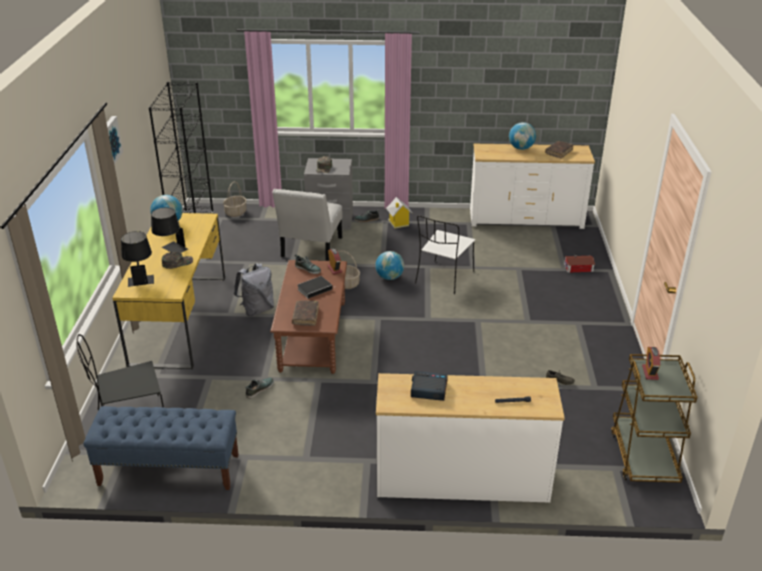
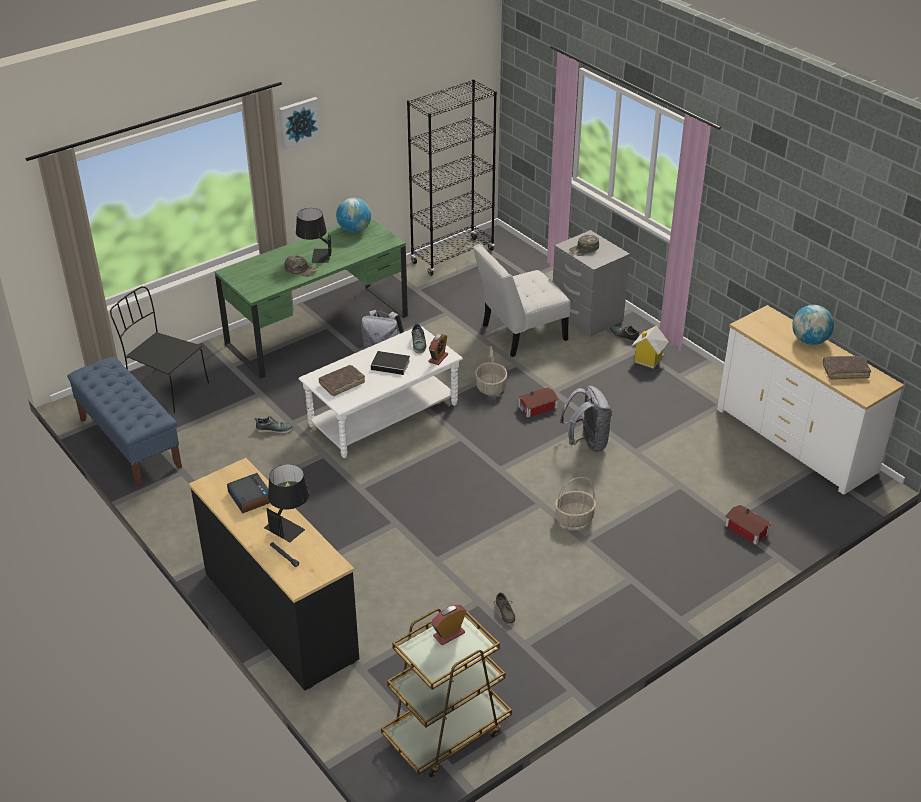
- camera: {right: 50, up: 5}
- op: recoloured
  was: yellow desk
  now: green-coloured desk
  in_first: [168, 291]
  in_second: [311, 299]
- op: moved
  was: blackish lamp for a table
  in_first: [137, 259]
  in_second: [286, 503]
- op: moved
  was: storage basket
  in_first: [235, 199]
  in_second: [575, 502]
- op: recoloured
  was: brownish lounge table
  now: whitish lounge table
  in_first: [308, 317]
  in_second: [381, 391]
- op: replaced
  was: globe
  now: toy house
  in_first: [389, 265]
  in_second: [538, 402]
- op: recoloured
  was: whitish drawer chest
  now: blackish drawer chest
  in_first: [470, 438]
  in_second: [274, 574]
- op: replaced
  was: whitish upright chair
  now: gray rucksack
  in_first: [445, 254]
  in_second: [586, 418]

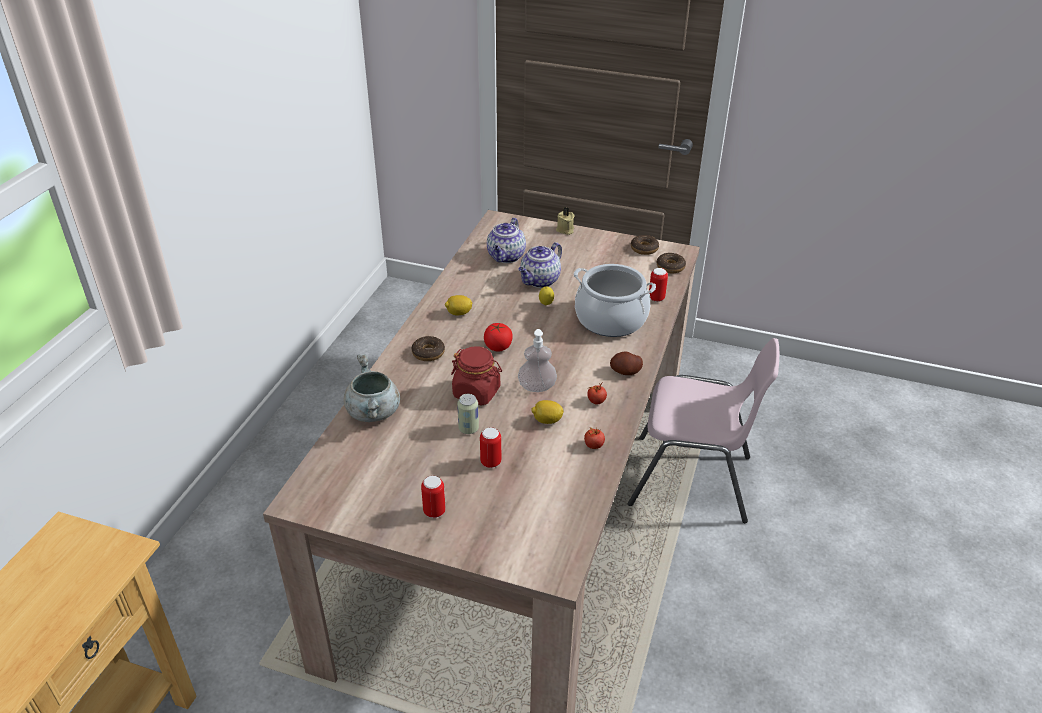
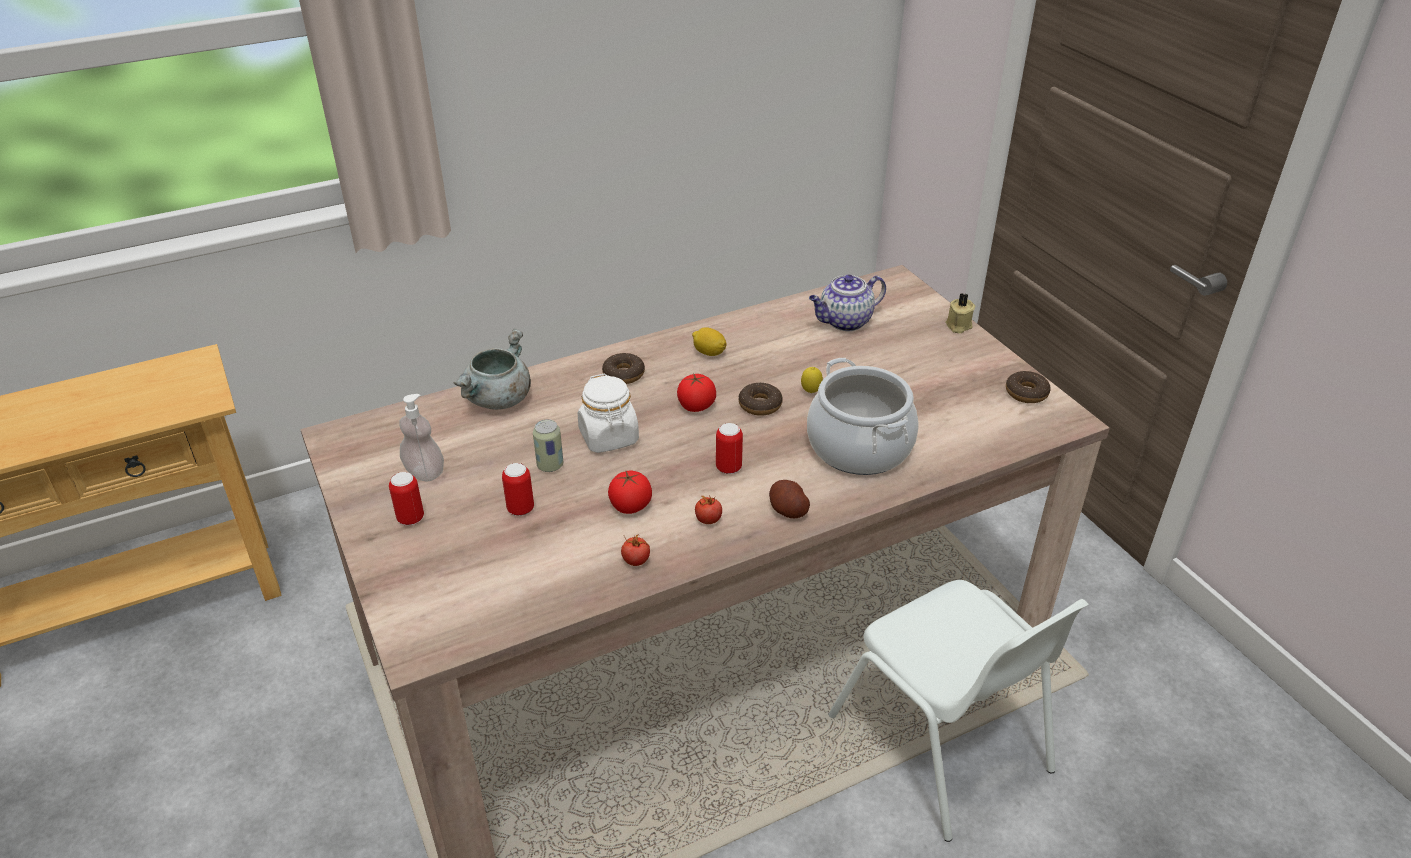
- camera: {right: 45, up: 0}
- op: recoloured
  was: red-coloured jar
  now: whitish jar
  in_first: [476, 376]
  in_second: [608, 413]
- op: removed
  was: teapot
  in_first: [540, 265]
- op: moved
  was: soap bottle
  in_first: [537, 360]
  in_second: [421, 437]
- op: replaced
  was: whole lemon
  now: whole tomato
  in_first: [547, 412]
  in_second: [630, 492]
- op: recoloured
  was: pink-coloured upright chair
  now: whitish upright chair
  in_first: [703, 430]
  in_second: [958, 711]
- op: moved
  was: sealed can
  in_first: [658, 285]
  in_second: [729, 448]
- op: moved
  was: ring doughnut
  in_first: [671, 263]
  in_second: [761, 399]

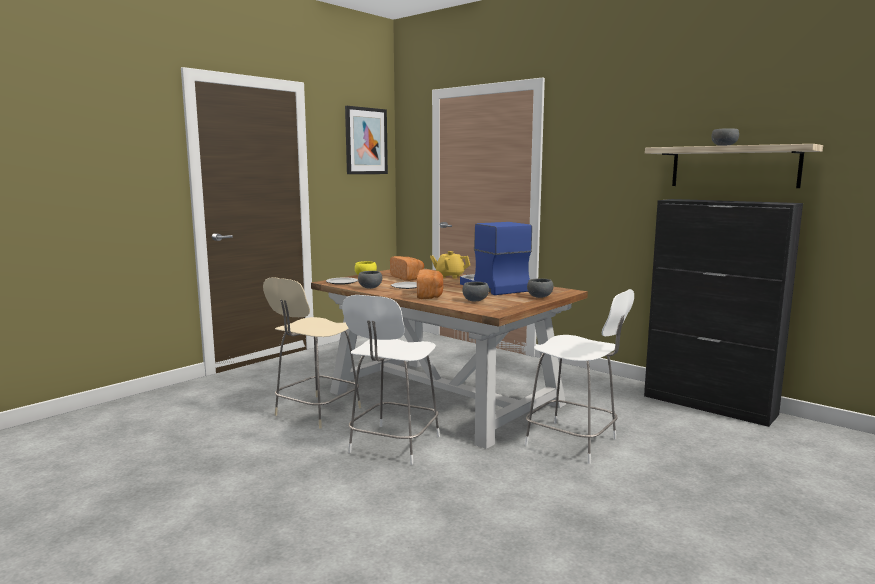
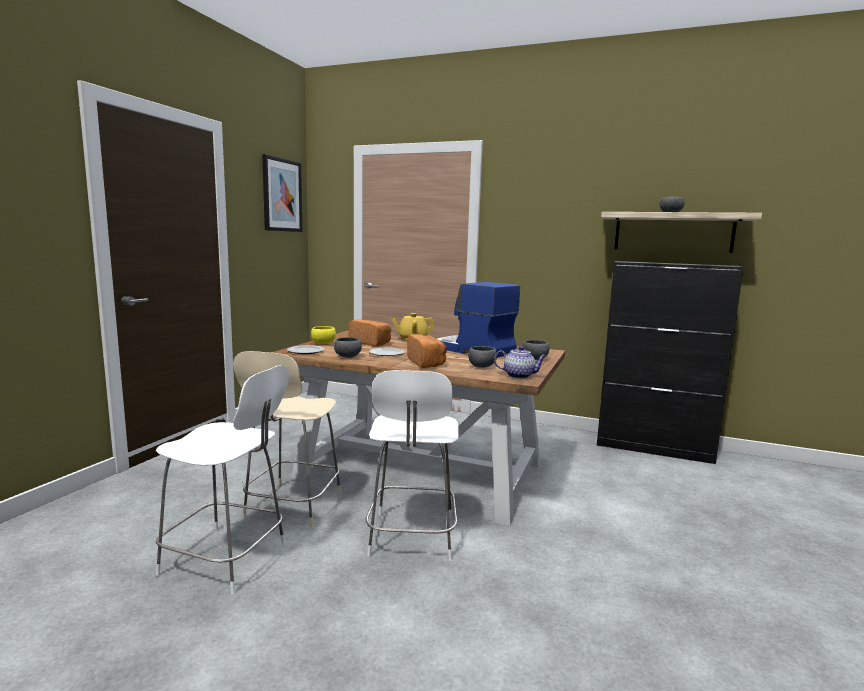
- camera: {right: -20, up: 0}
- op: moved
  was: whitish upright chair
  in_first: [579, 376]
  in_second: [222, 480]
- op: added
  now: teapot
  in_second: [520, 362]

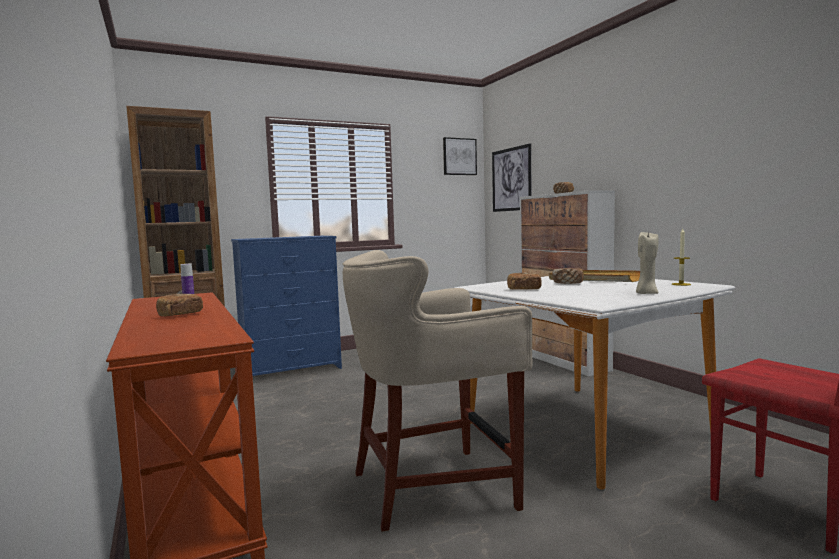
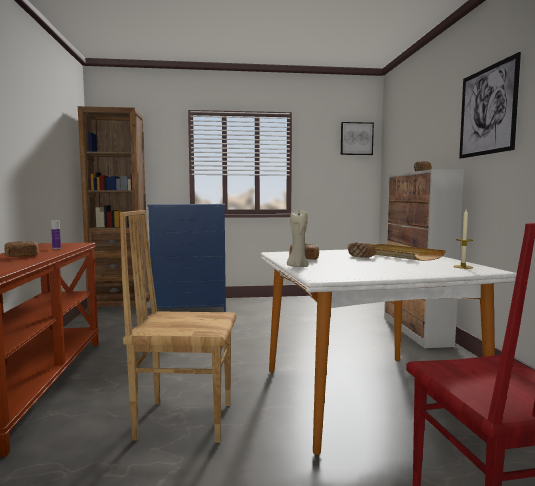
- camera: {right: 20, up: 0}
- op: replaced
  was: beige stool
  now: brownish upright chair
  in_first: [437, 391]
  in_second: [178, 326]
- op: moved
  was: wall picture
  in_first: [512, 177]
  in_second: [490, 105]
- op: moved
  was: beige wax candle
  in_first: [647, 262]
  in_second: [298, 238]

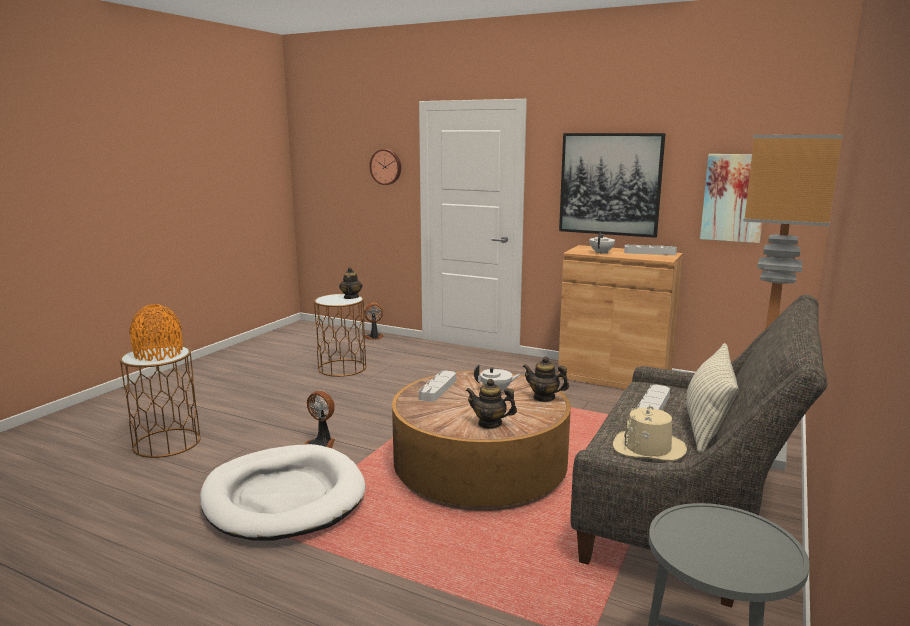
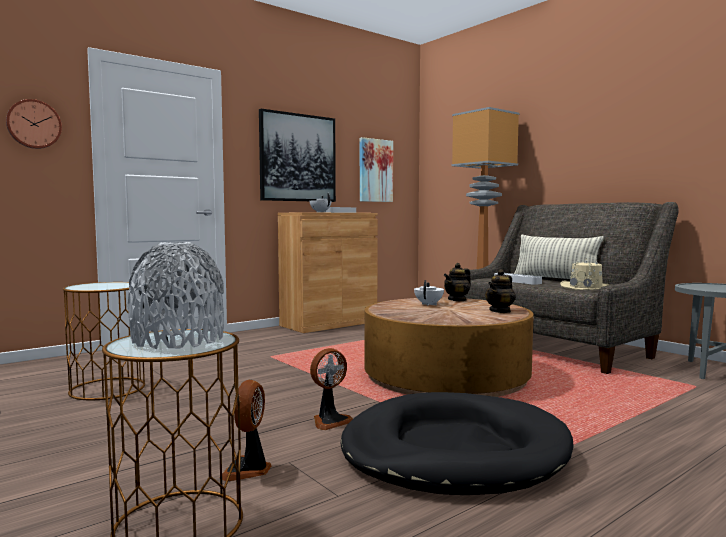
- camera: {right: -65, up: -10}
- op: recoloured
  was: orange flower vase
  now: gray flower vase
  in_first: [156, 332]
  in_second: [176, 295]
- op: recoloured
  was: whitish dog bed
  now: blackish dog bed
  in_first: [282, 492]
  in_second: [457, 443]
- op: removed
  was: teapot
  in_first: [351, 283]
- op: moved
  was: cooling fan
  in_first: [373, 321]
  in_second: [245, 430]
- op: removed
  was: gray tray
  in_first: [437, 386]

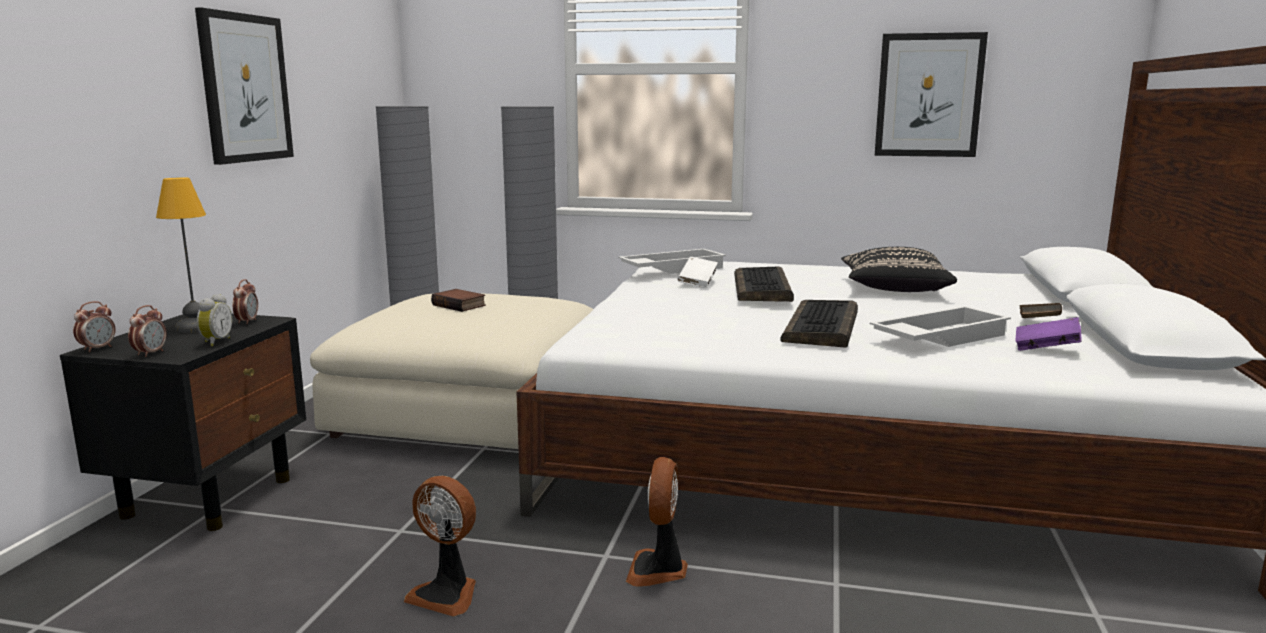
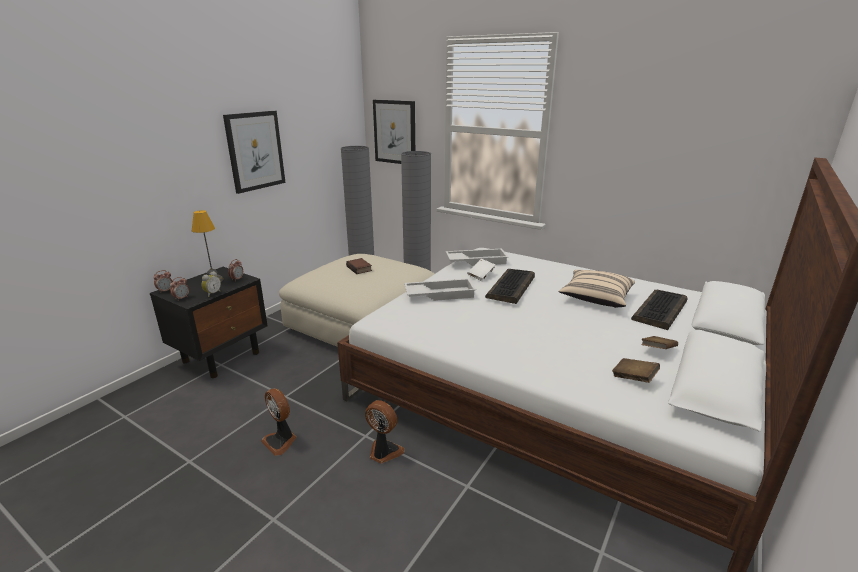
- camera: {right: 20, up: 10}
- op: turned
  was: cooling fan
  in_first: [657, 521]
  in_second: [385, 431]
  clockwise: 90
- op: moved
  was: PC keyboard
  in_first: [819, 324]
  in_second: [659, 310]
- op: recoloured
  was: blackish throw pillow
  now: beige throw pillow
  in_first: [899, 269]
  in_second: [597, 289]
- op: moved
  was: whitish tray
  in_first: [940, 326]
  in_second: [440, 289]
- op: moved
  was: wall picture
  in_first: [931, 94]
  in_second: [394, 132]
- op: recoloured
  was: purple-coloured book
  now: brownish book
  in_first: [1049, 334]
  in_second: [636, 370]

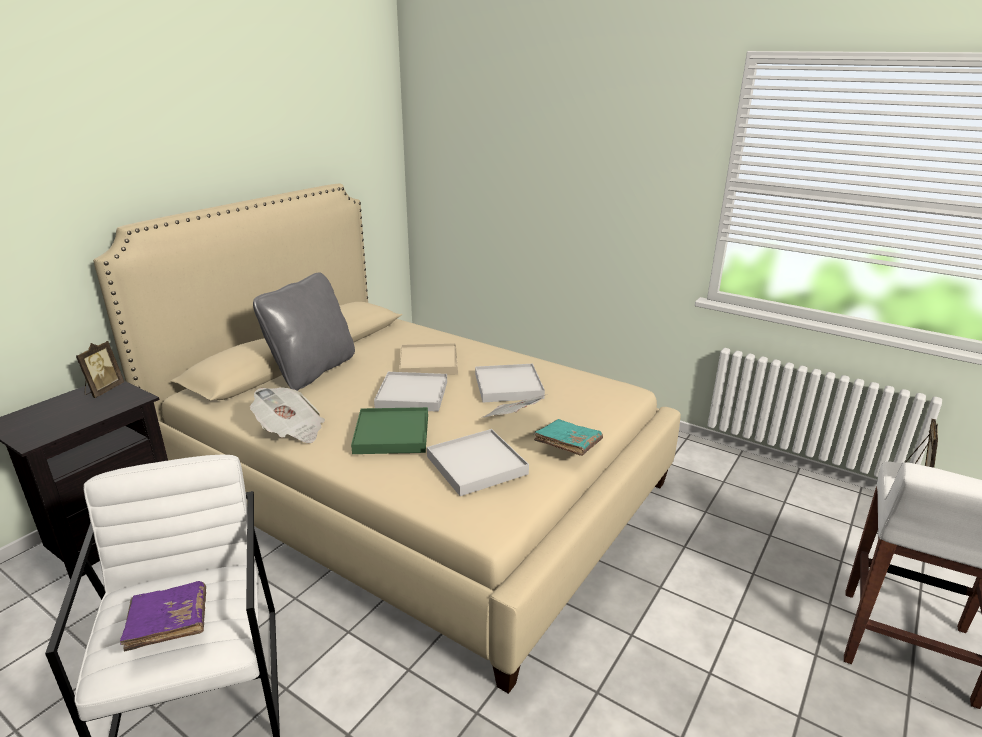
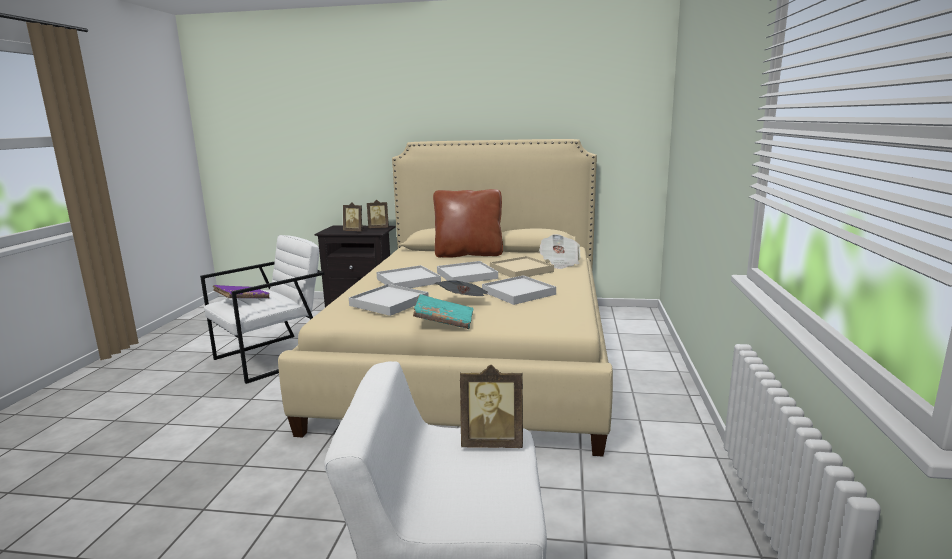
- camera: {right: 65, up: -10}
- op: moved
  was: daily paper
  in_first: [287, 415]
  in_second: [559, 251]
- op: recoloured
  was: gray throw pillow
  now: brownish throw pillow
  in_first: [304, 332]
  in_second: [468, 223]
- op: recoloured
  was: green-coloured tray
  now: whitish tray
  in_first: [389, 430]
  in_second: [408, 276]
- op: added
  now: photo frame
  in_second: [353, 216]

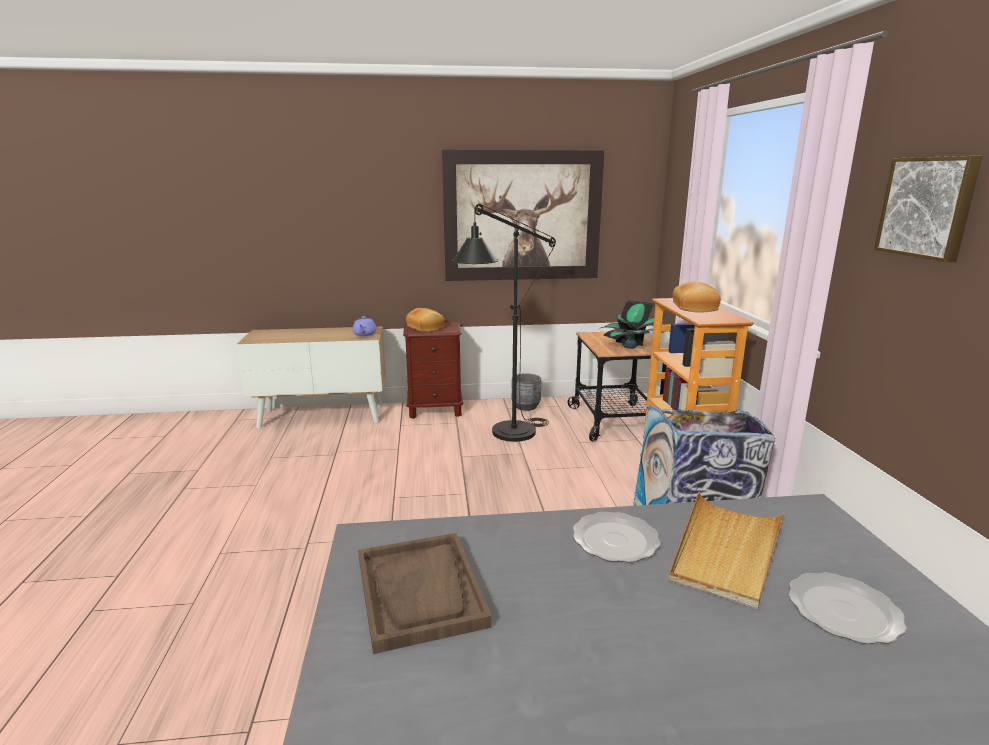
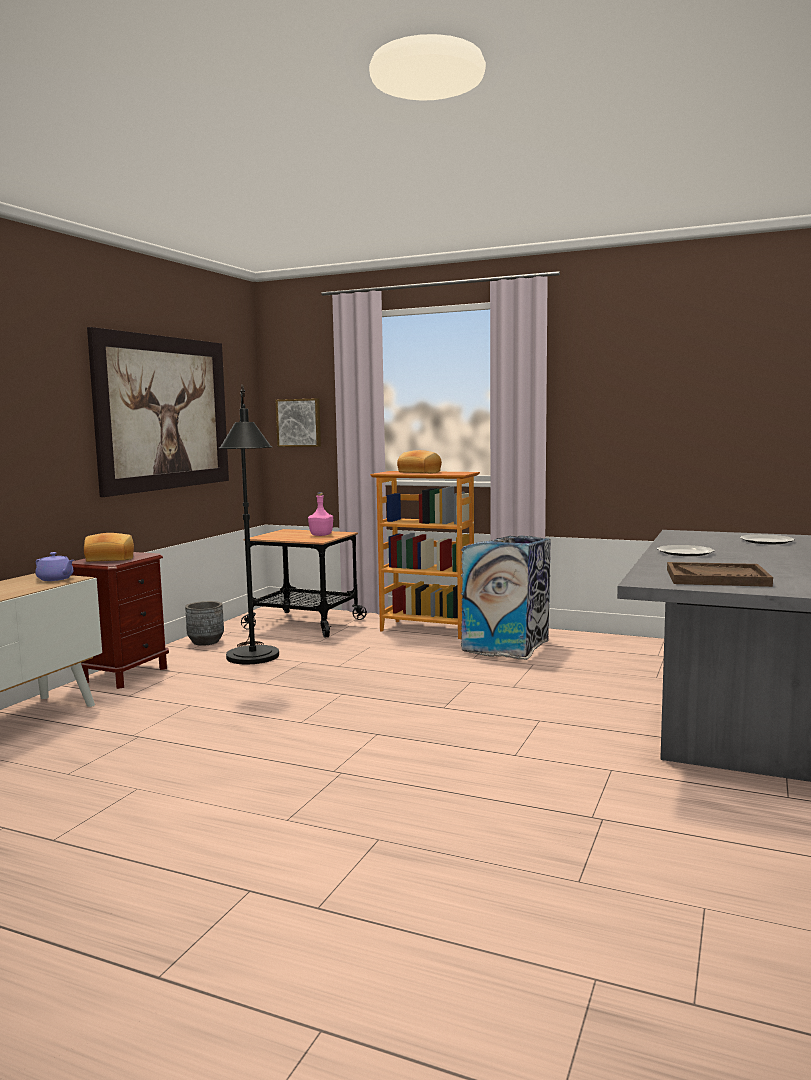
- camera: {right: -60, up: -10}
- op: replaced
  was: plant in a pot
  now: pink-coloured bottle
  in_first: [633, 324]
  in_second: [320, 514]
- op: removed
  was: beige tray
  in_first: [726, 551]
- op: moved
  was: wall picture
  in_first: [928, 209]
  in_second: [298, 422]

